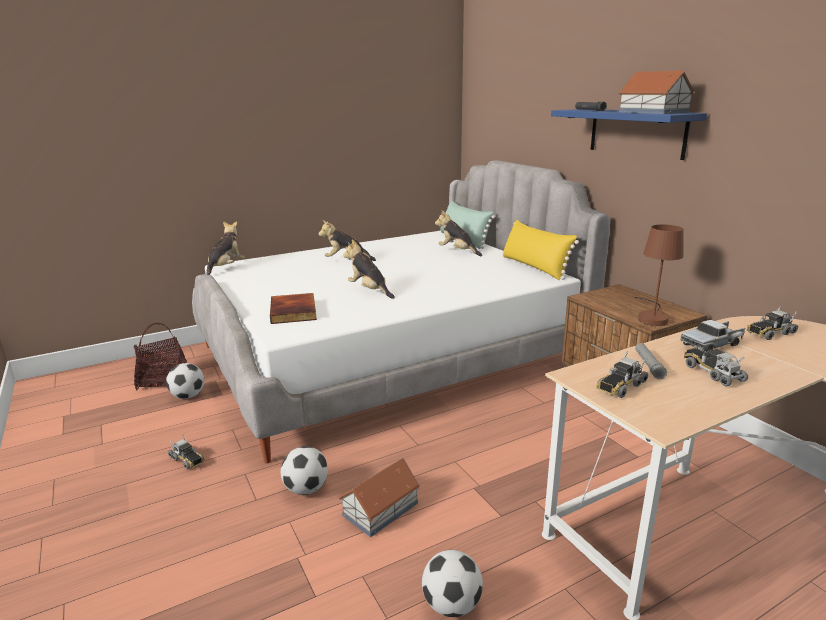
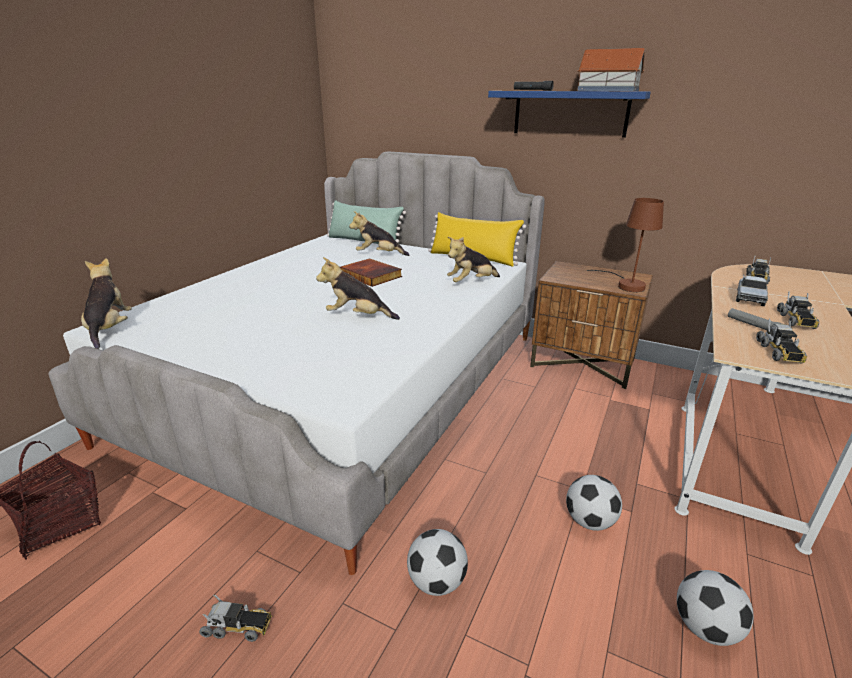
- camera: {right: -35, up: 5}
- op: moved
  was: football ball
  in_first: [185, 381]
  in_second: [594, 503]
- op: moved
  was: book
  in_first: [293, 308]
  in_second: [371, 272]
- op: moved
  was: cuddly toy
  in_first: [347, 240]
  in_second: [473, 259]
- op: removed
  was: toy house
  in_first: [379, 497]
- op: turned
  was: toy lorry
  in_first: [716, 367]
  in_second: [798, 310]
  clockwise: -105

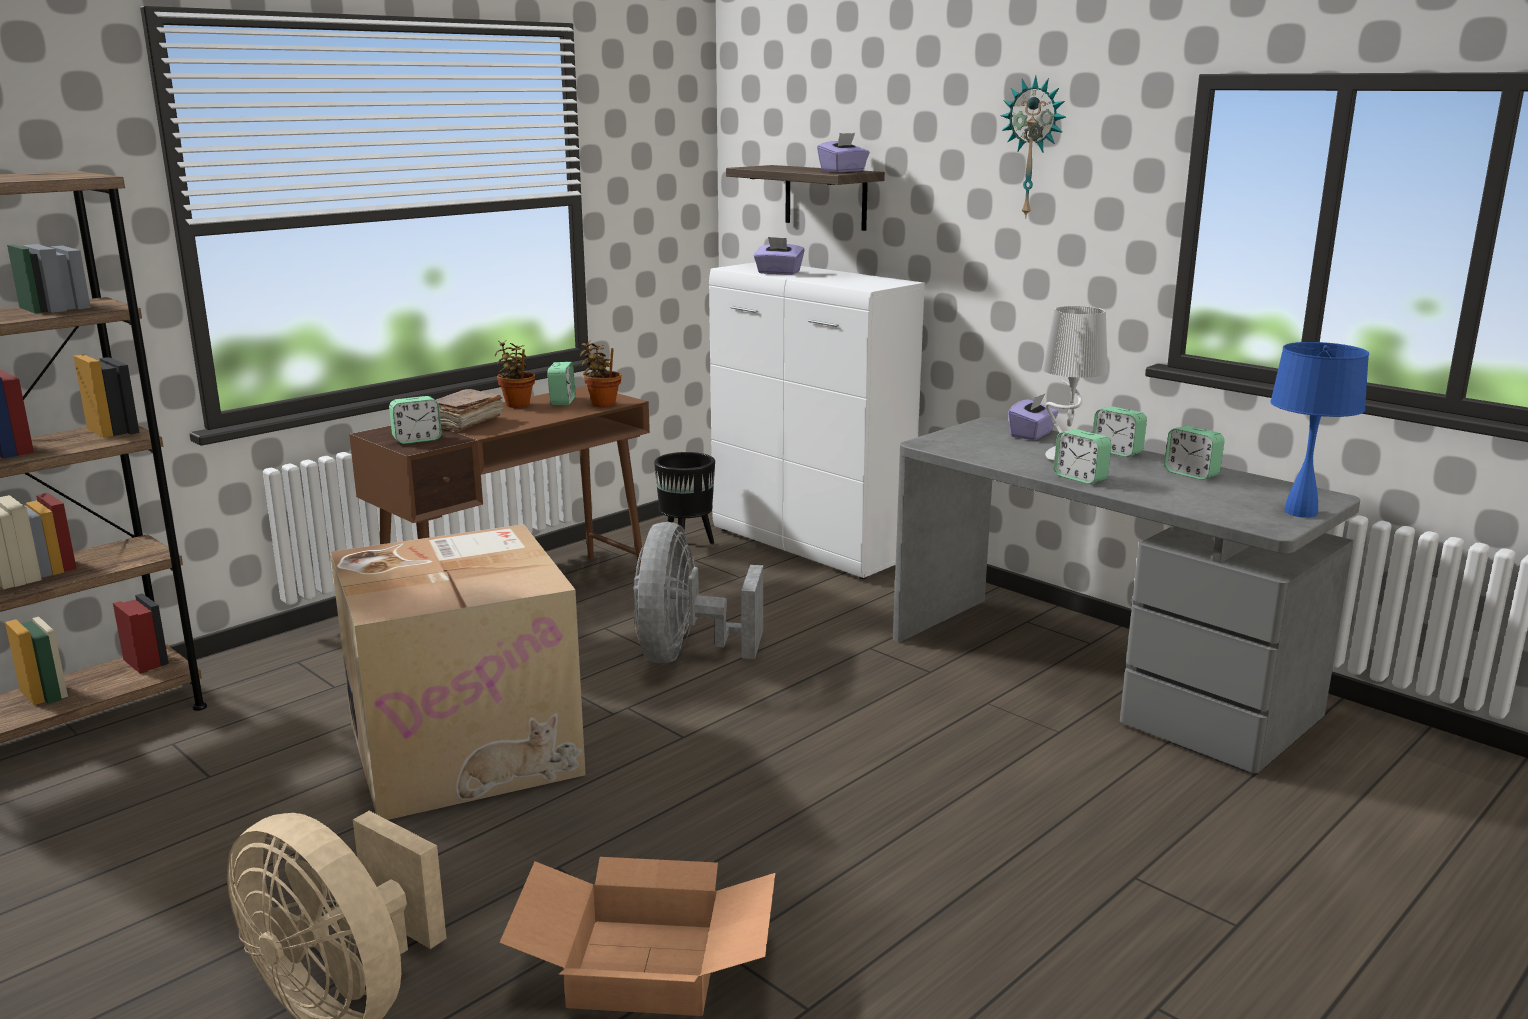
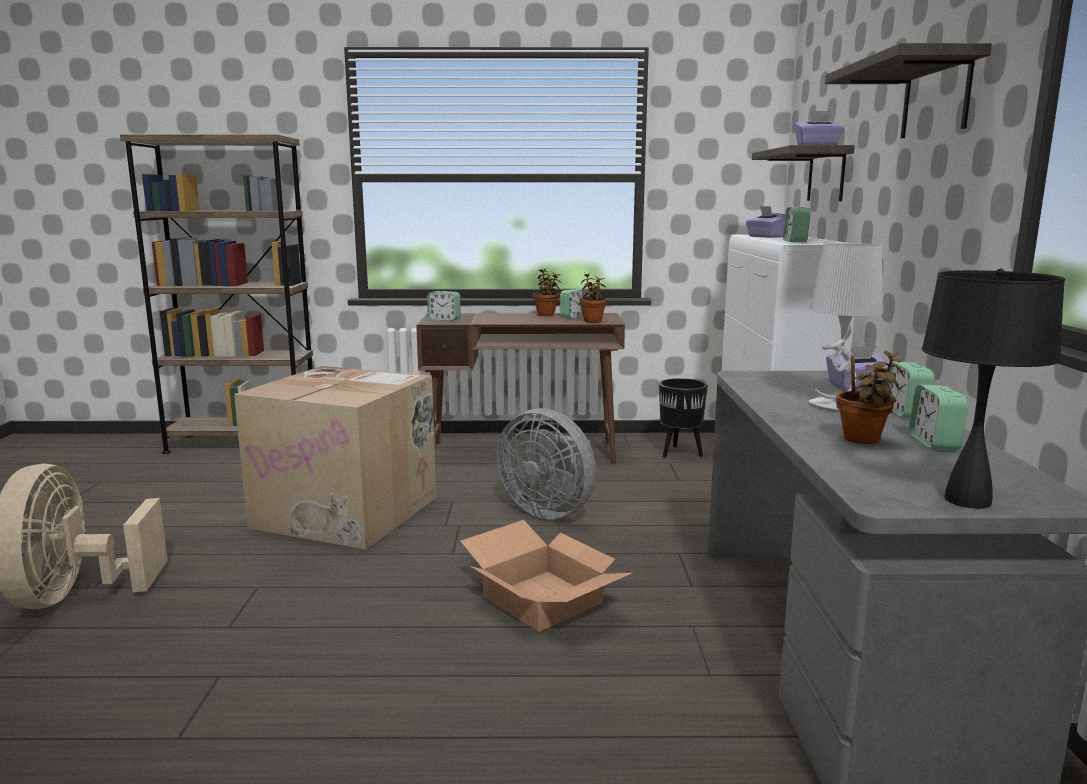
- camera: {right: 45, up: -5}
- op: removed
  was: brownish book
  in_first: [469, 410]
- op: moved
  was: packing box
  in_first: [637, 936]
  in_second: [546, 576]
- op: turned
  was: gray cooling fan
  in_first: [698, 592]
  in_second: [546, 463]
  clockwise: -105
- op: replaced
  was: wall clock
  now: shelf
  in_first: [1033, 147]
  in_second: [908, 91]
- op: moved
  was: alarm clock
  in_first: [1083, 456]
  in_second: [797, 224]
- op: recoloured
  was: blue-coloured lamp for a table
  now: blackish lamp for a table
  in_first: [1319, 430]
  in_second: [993, 389]
- op: added
  now: plant in a pot
  in_second: [869, 397]

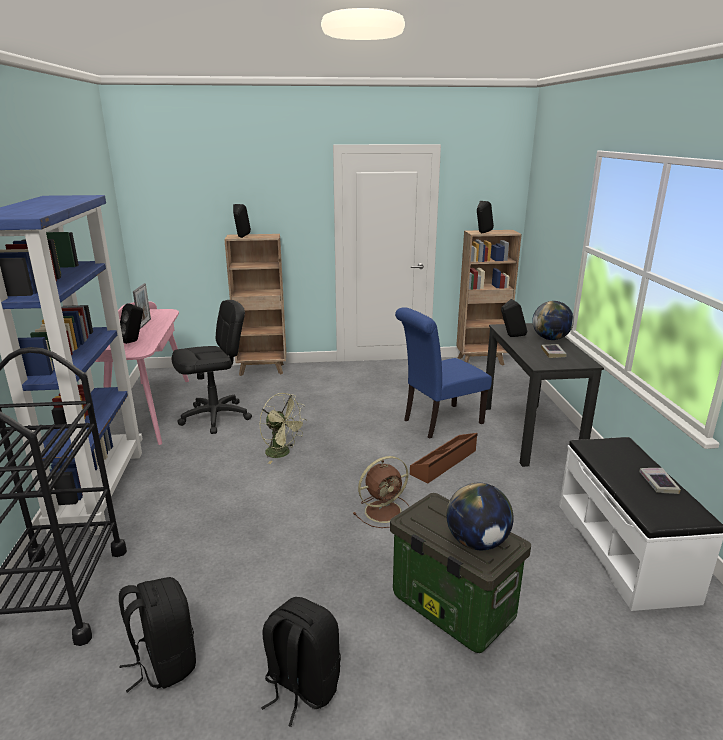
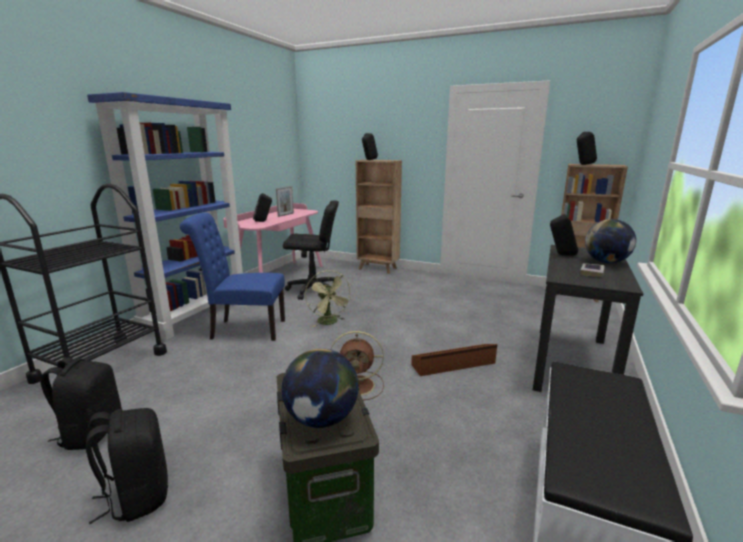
- camera: {right: 30, up: -5}
- op: moved
  was: blue-coloured upright chair
  in_first: [443, 373]
  in_second: [232, 277]
- op: removed
  was: book
  in_first: [660, 481]

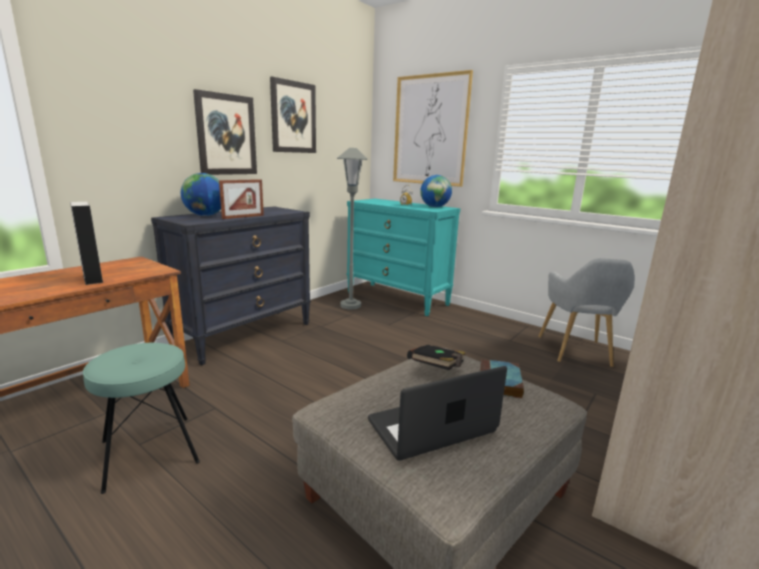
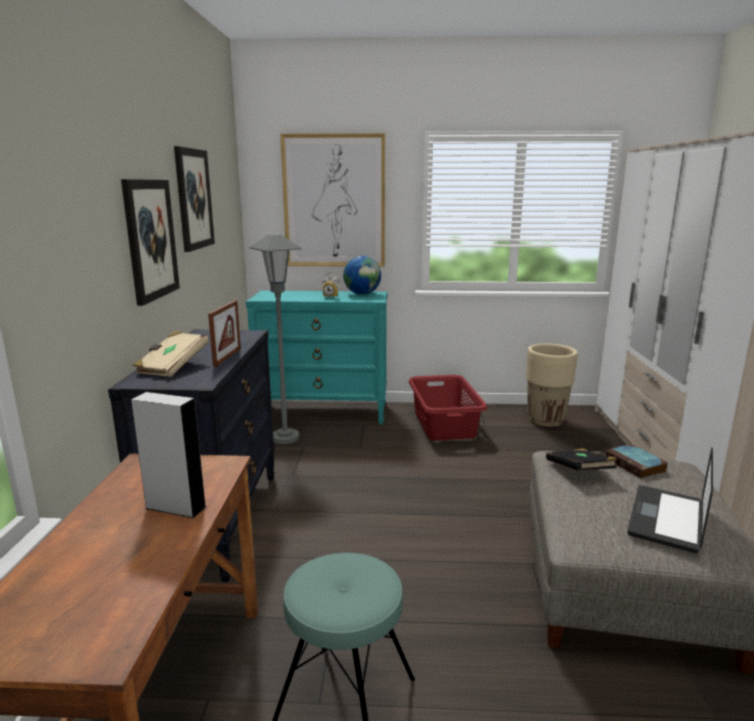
- camera: {right: -35, up: 0}
- op: replaced
  was: globe
  now: beige book
  in_first: [201, 194]
  in_second: [171, 354]
- op: replaced
  was: gray easy chair
  now: beige flower pot
  in_first: [586, 312]
  in_second: [552, 385]
- op: added
  now: red-coloured hamper
  in_second: [448, 407]

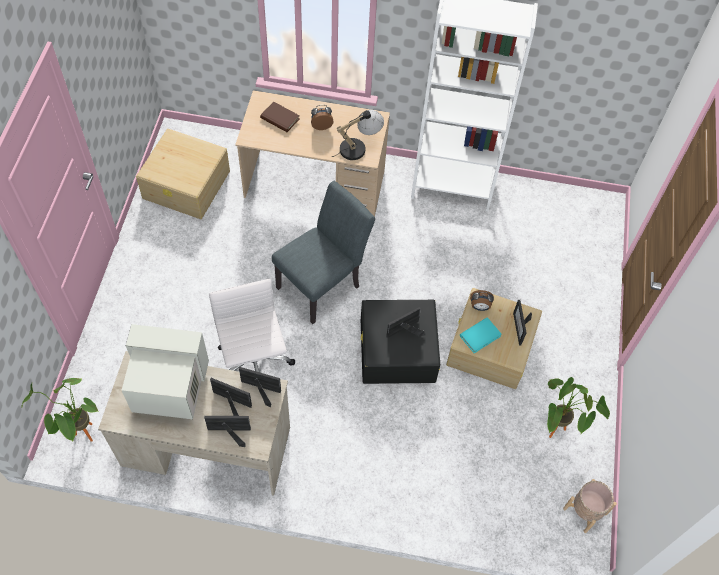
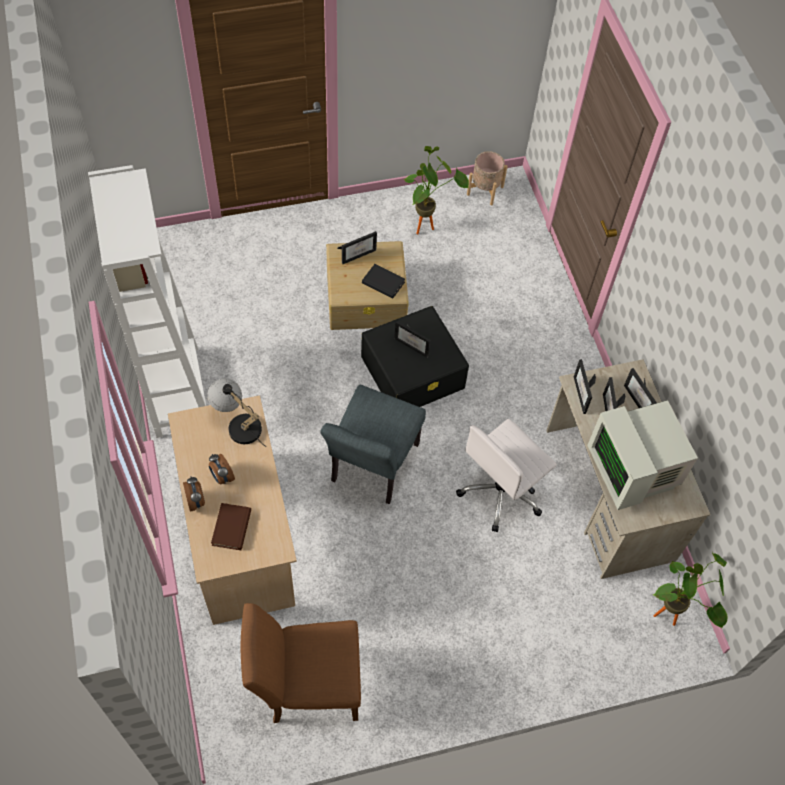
- camera: {right: -115, up: 0}
- op: replaced
  was: beige storage container
  now: brownish upright chair
  in_first: [183, 174]
  in_second: [301, 663]
- op: turned
  was: gray upright chair
  in_first: [323, 252]
  in_second: [373, 444]
  clockwise: -90
- op: recoloured
  was: blue-green book
  now: blackish book
  in_first: [480, 335]
  in_second: [383, 281]
- op: moved
  was: alarm clock
  in_first: [482, 300]
  in_second: [194, 494]

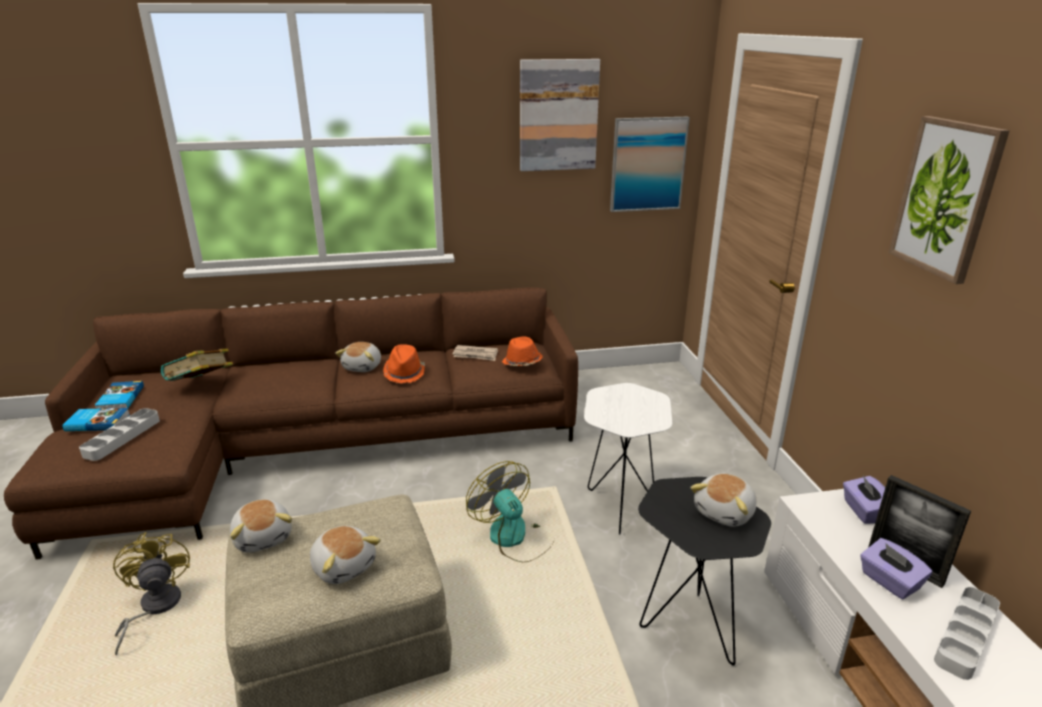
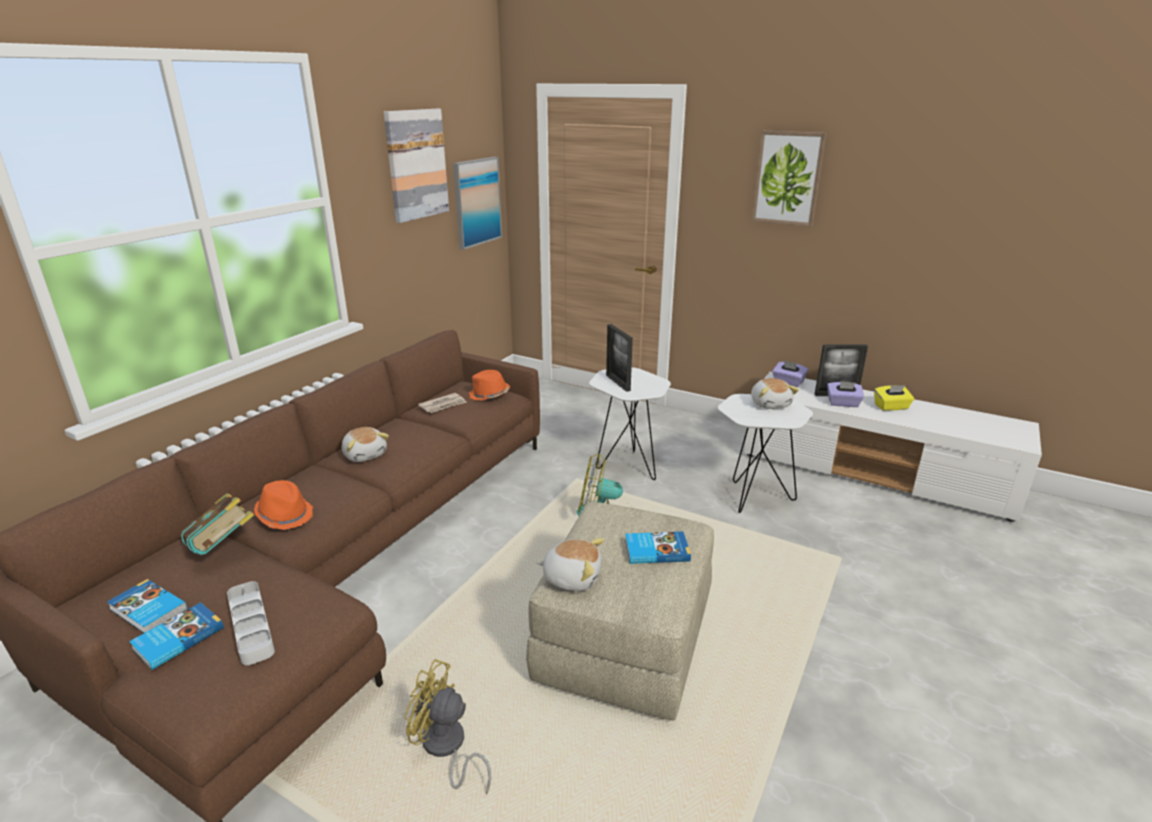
- camera: {right: -50, up: 0}
- op: replaced
  was: cuddly toy
  now: book
  in_first: [345, 555]
  in_second: [658, 548]
- op: moved
  was: orange clothing hat
  in_first: [404, 363]
  in_second: [283, 505]
- op: recoloured
  was: blackish end table
  now: whitish end table
  in_first: [704, 571]
  in_second: [765, 453]
- op: replaced
  was: gray tray
  now: yellow tissue box
  in_first: [967, 633]
  in_second: [894, 398]
- op: added
  now: photo frame
  in_second: [619, 358]

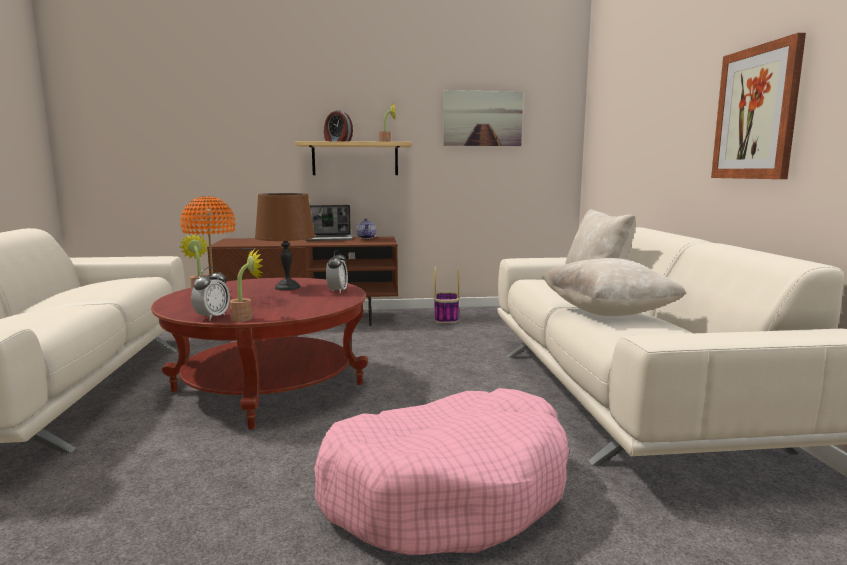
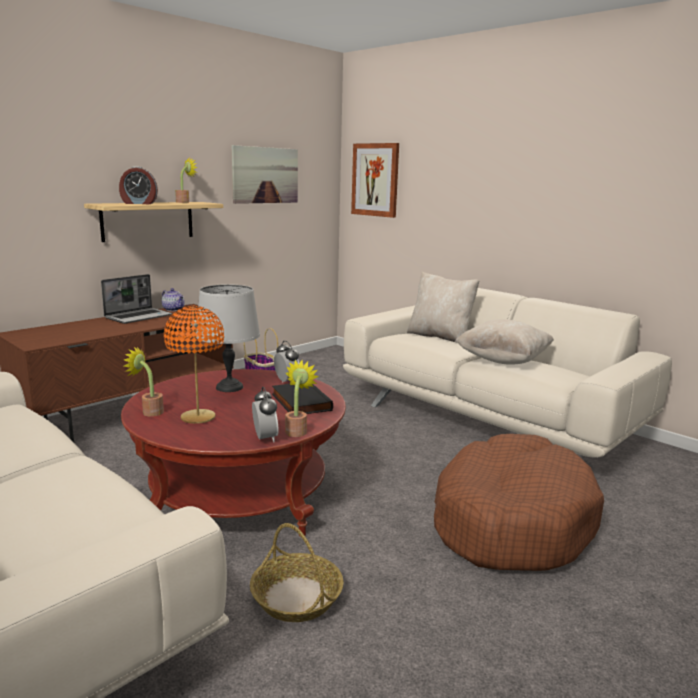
- camera: {right: -40, up: 5}
- op: recoloured
  was: brownish lamp for a table
  now: gray lamp for a table
  in_first: [285, 242]
  in_second: [228, 338]
- op: recoloured
  was: pink-coloured dog bed
  now: brownish dog bed
  in_first: [441, 471]
  in_second: [519, 502]
- op: moved
  was: wall picture
  in_first: [758, 106]
  in_second: [375, 180]
- op: added
  now: storage basket
  in_second: [297, 572]
- op: added
  now: blackish book
  in_second: [302, 399]

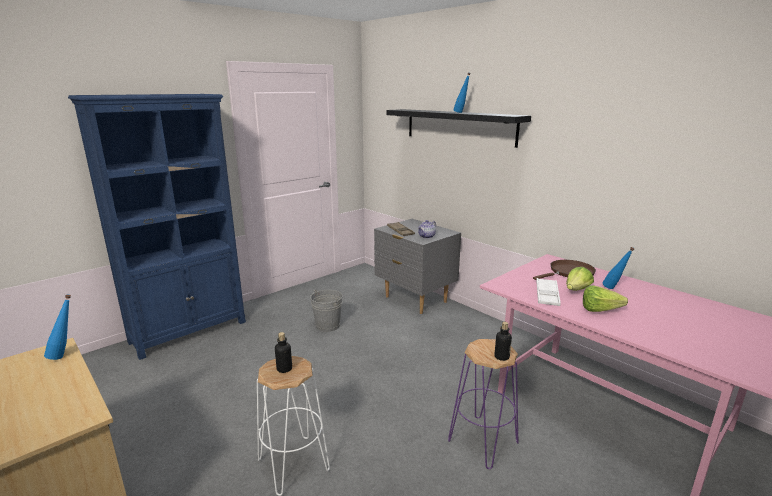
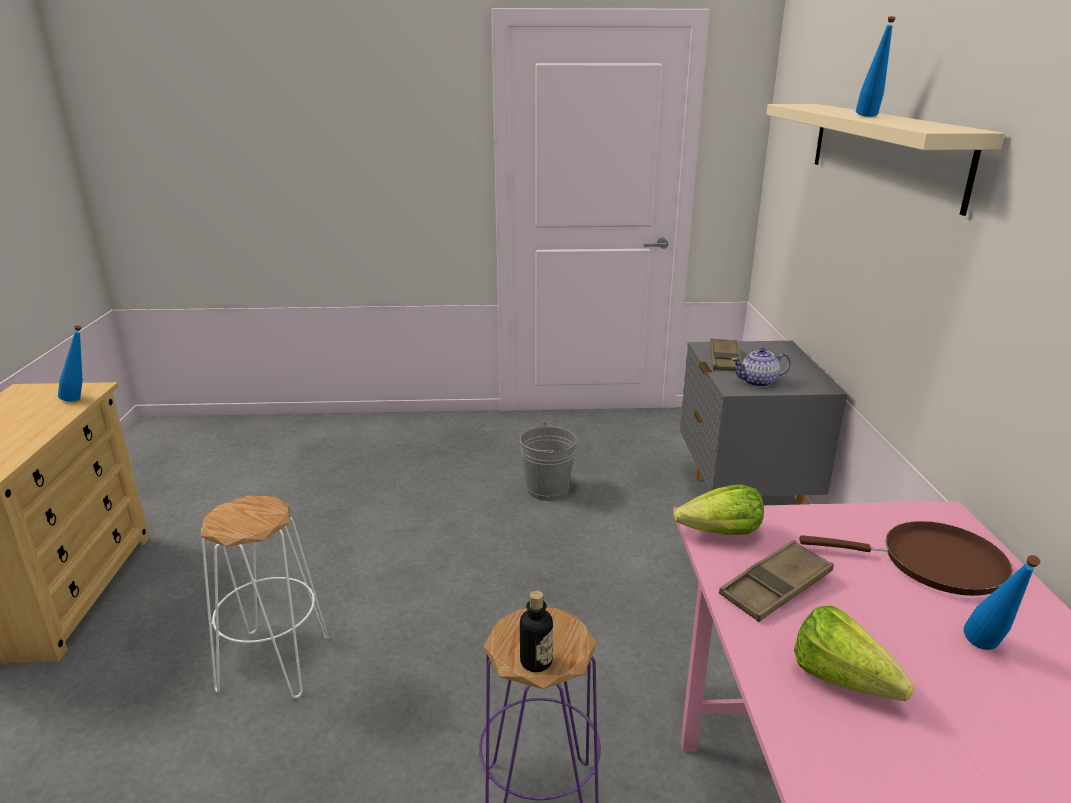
- camera: {right: 40, up: 5}
- op: removed
  was: blue-coloured bookcase
  in_first: [157, 227]
- op: removed
  was: bottle
  in_first: [283, 352]
- op: recoloured
  was: blackish shelf
  now: beige shelf
  in_first: [459, 128]
  in_second: [885, 160]
- op: recoloured
  was: whitish tray
  now: brownish tray
  in_first: [548, 292]
  in_second: [776, 581]
- op: moved
  was: lettuce head
  in_first: [580, 279]
  in_second: [719, 509]

